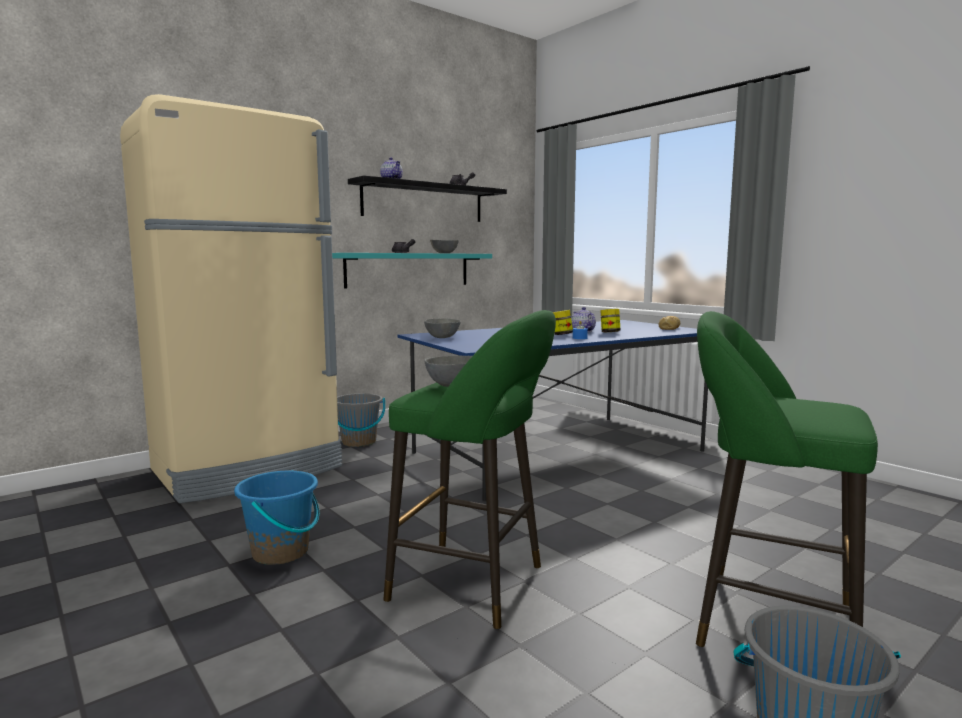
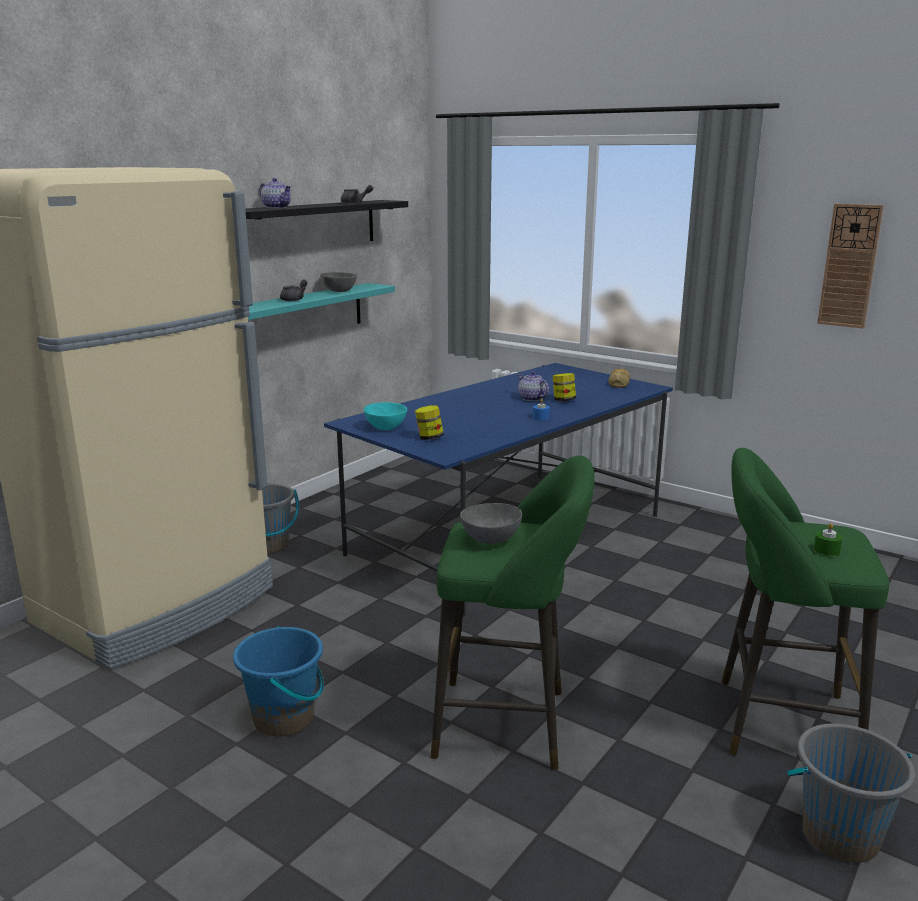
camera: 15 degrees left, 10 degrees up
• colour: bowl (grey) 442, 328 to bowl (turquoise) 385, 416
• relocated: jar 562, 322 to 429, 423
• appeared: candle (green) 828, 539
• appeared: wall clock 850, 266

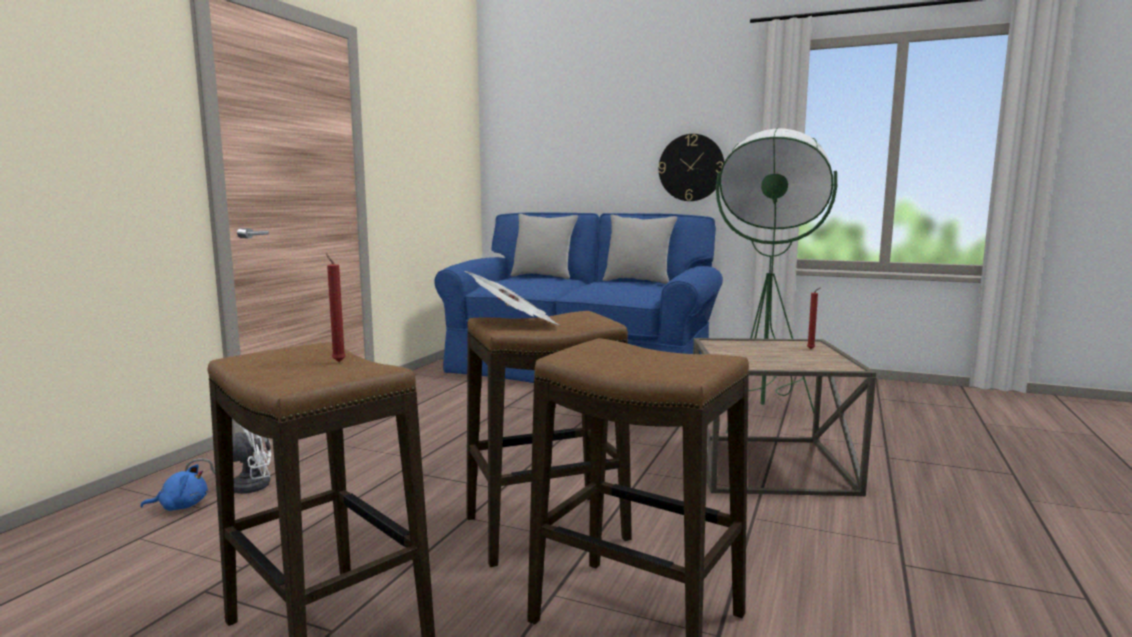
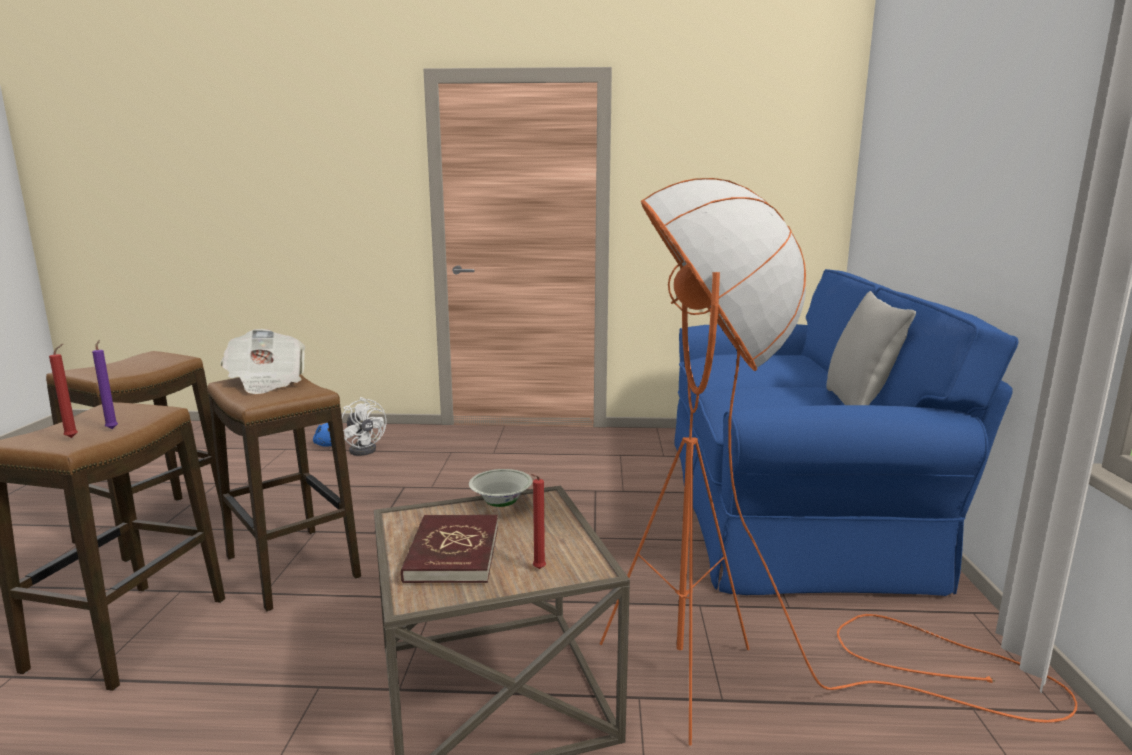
camera: 70 degrees right, 5 degrees up
• relocated: candle (red) 336, 307 to 63, 391
• missing: pillow (grey) 544, 246
• missing: wall clock 691, 167
• colour: floor lamp (green) 777, 280 to floor lamp (orange) 838, 462
• appeared: candle (purple) 105, 384
• appeared: book (red) 449, 549
• appeared: bowl (white) 500, 488

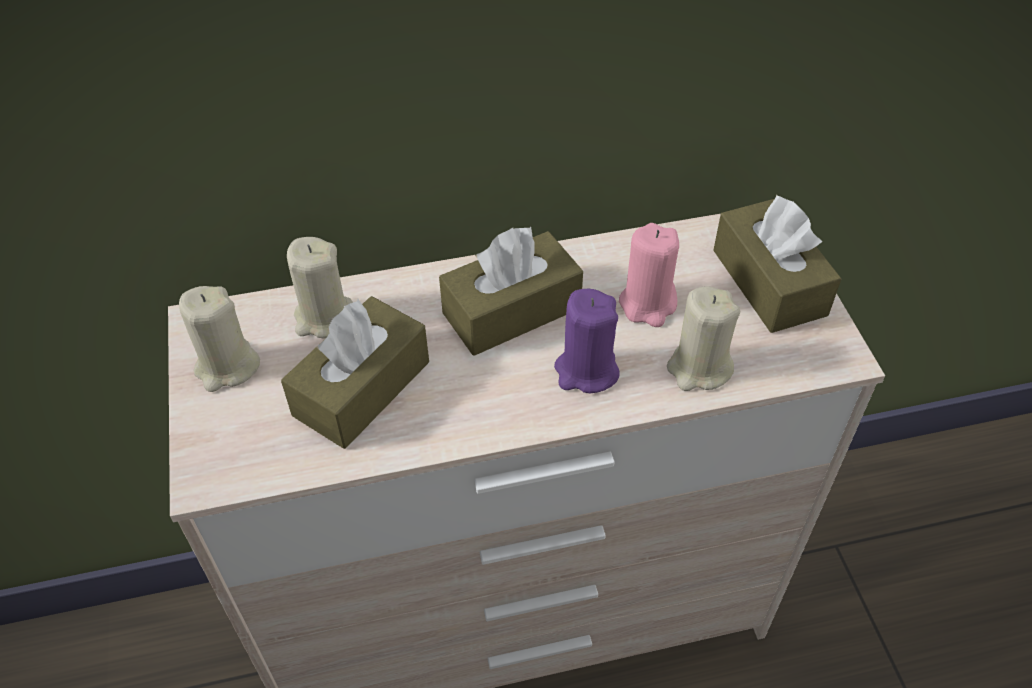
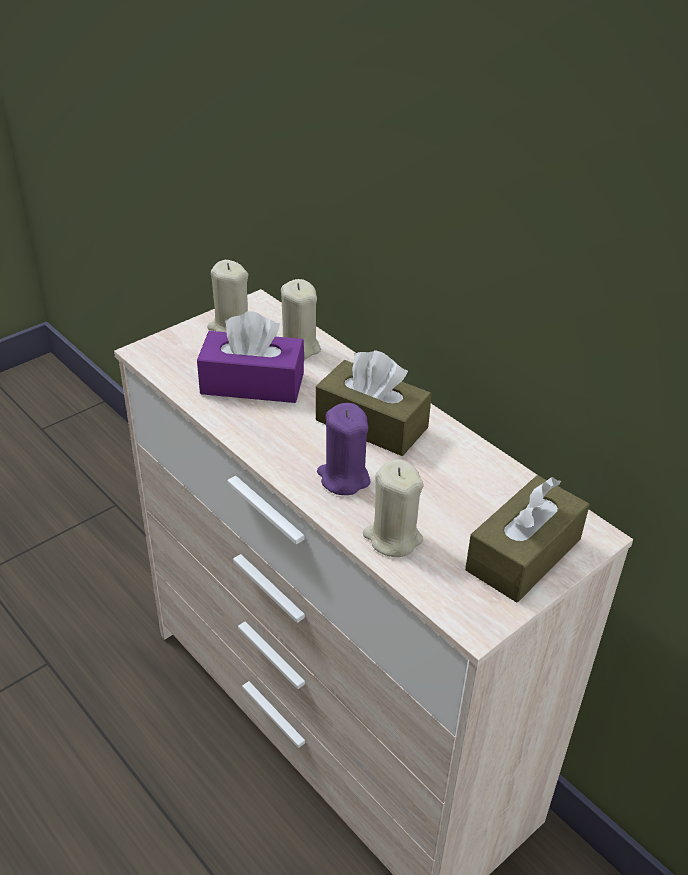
camera: 60 degrees right, 10 degrees down
• colour: tissue box (brown) 355, 372 to tissue box (purple) 250, 357
• missing: candle (pink) 649, 275

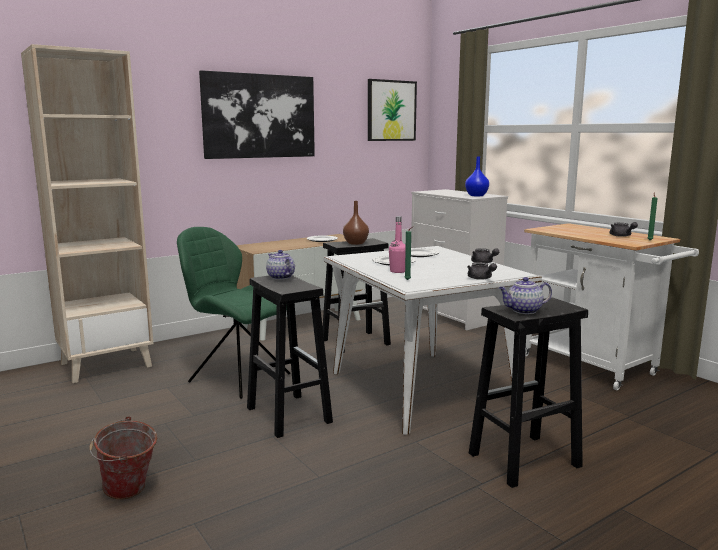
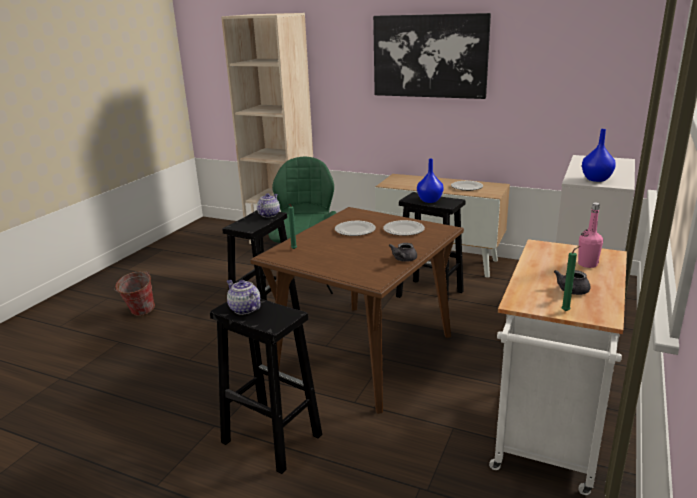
camera: 60 degrees right, 10 degrees up
• colour: dining table (white) 433, 340 to dining table (brown) 357, 310
• colour: vase (brown) 356, 223 to vase (blue) 430, 181
• missing: picture 392, 110
• relocated: bottle (pink) 397, 244 to 590, 235
• missing: teapot (grey) 482, 271

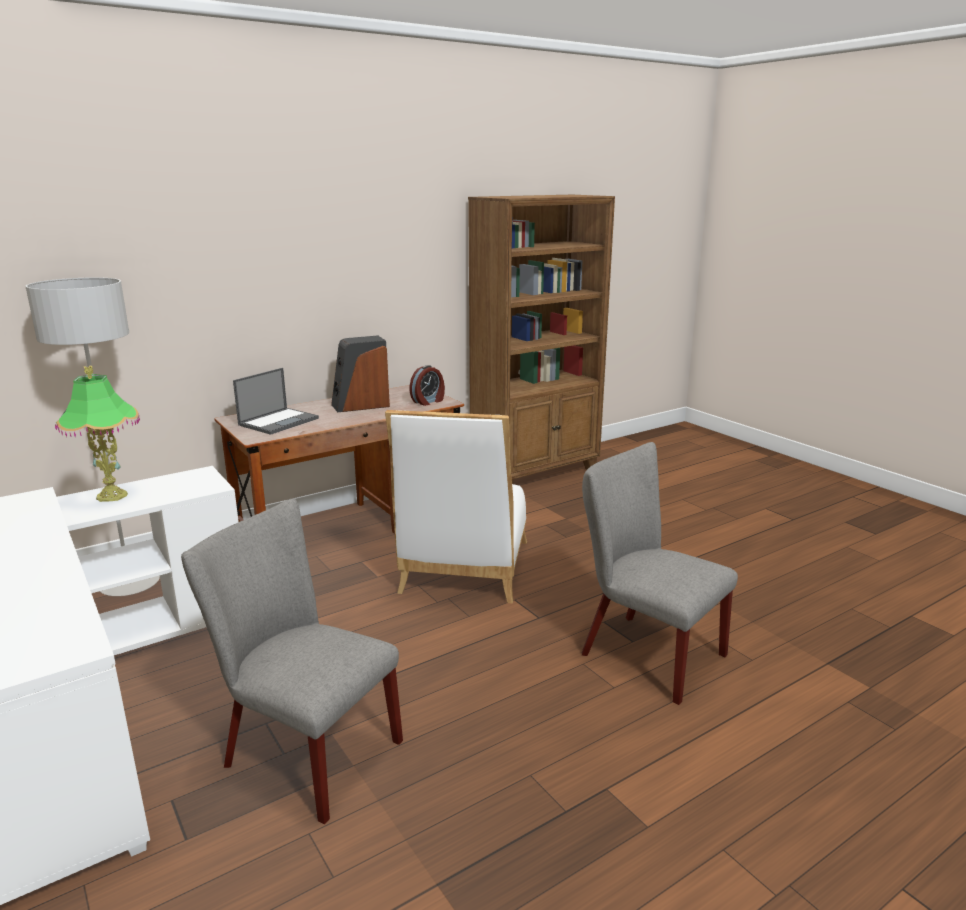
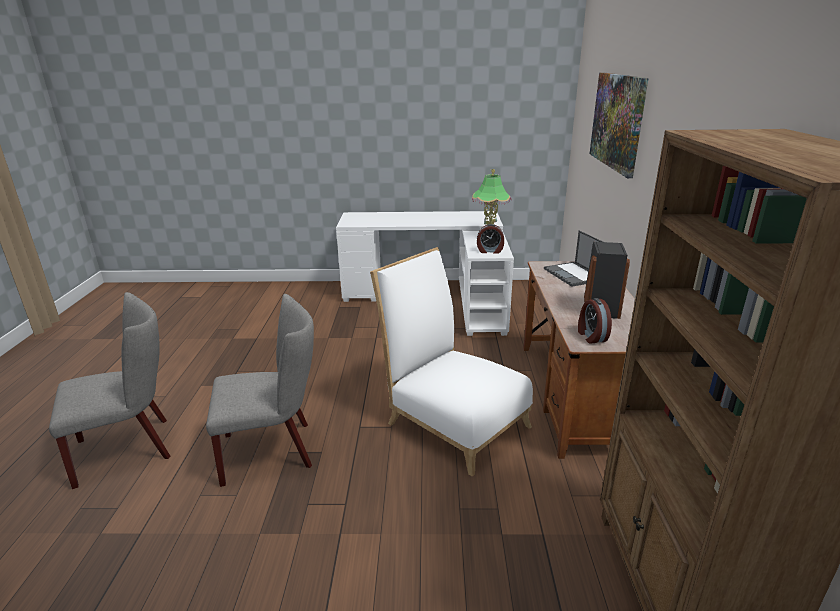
camera: 125 degrees right, 5 degrees up
• missing: floor lamp (grey) 92, 436
• relocated: chair (grey) 292, 661 to 110, 390
• appeared: alarm clock 490, 239
• appeared: picture 619, 125

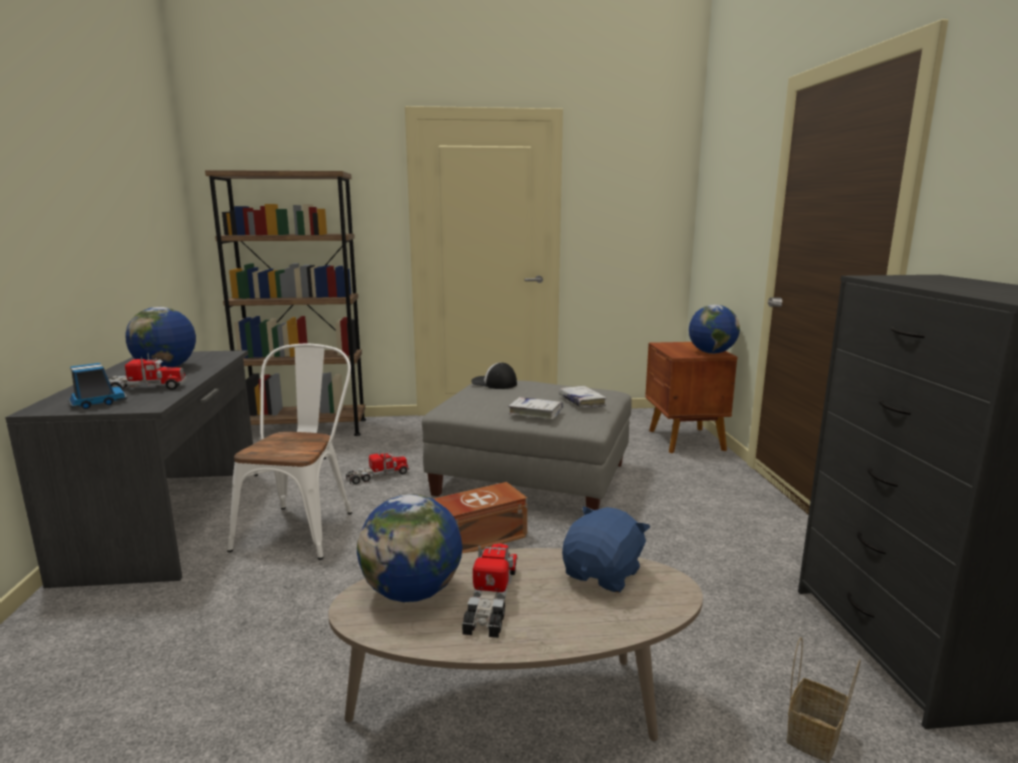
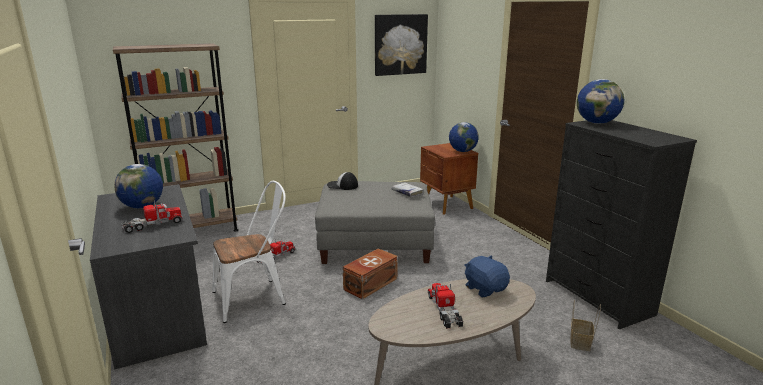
camera: 20 degrees left, 5 degrees up
• missing: toy truck 97, 386
• spun: chair (white) 289, 451 = 249, 252 75 degrees clockwise
• relocated: globe 409, 548 to 600, 101
• missing: book (white) 535, 408
• spun: plush toy (blue) 606, 550 = 487, 276 45 degrees counterclockwise
• appeared: picture 401, 45

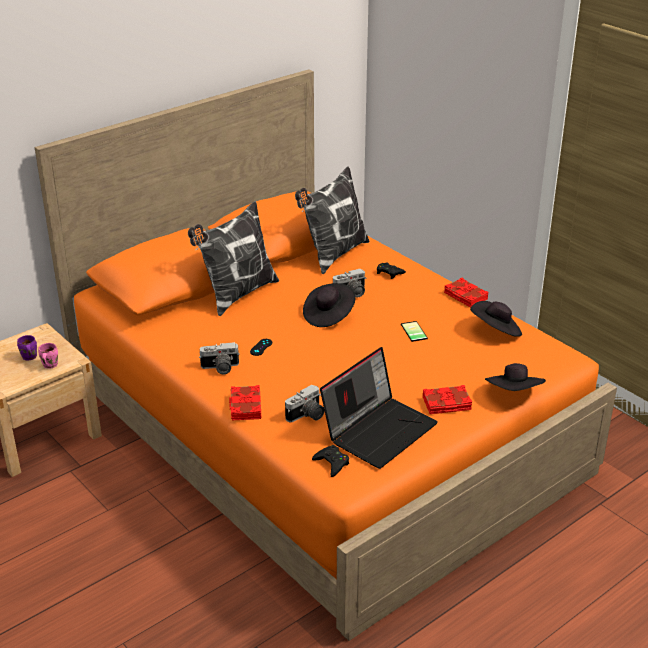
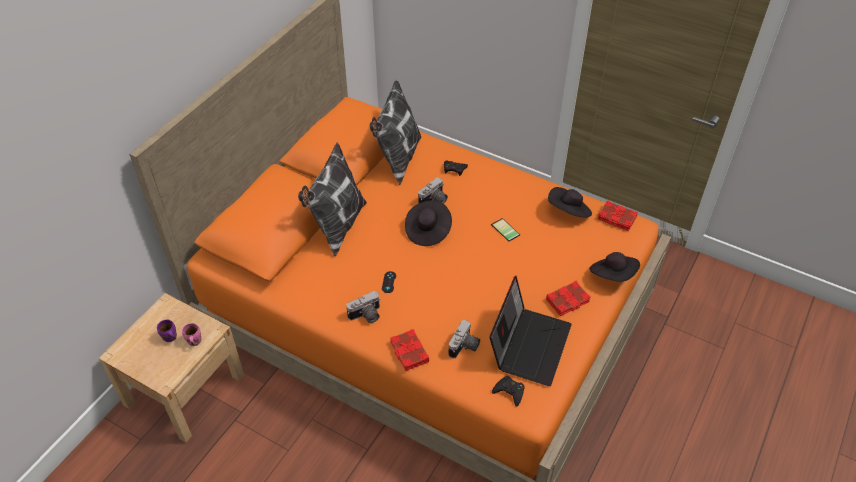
camera: 20 degrees left, 15 degrees up
• relocated: book (red) 466, 292 to 618, 215

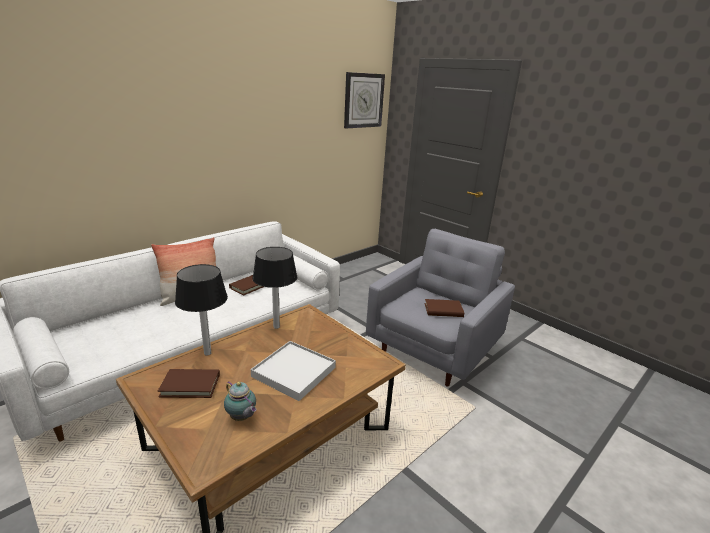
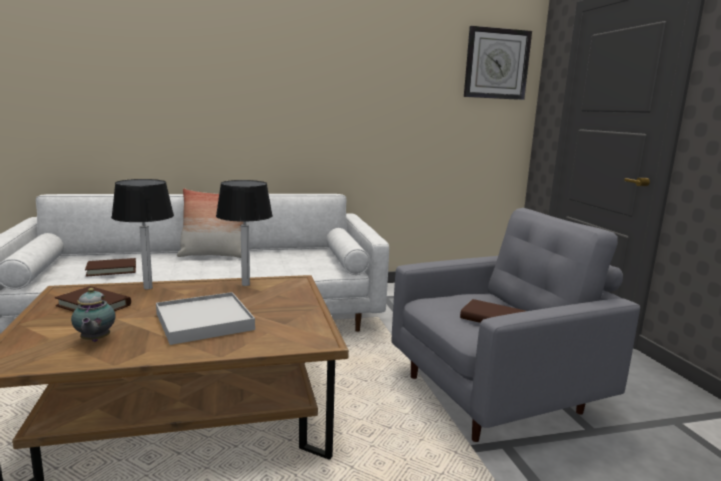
camera: 30 degrees right, 10 degrees down
• relocated: book (brown) 246, 285 to 110, 267

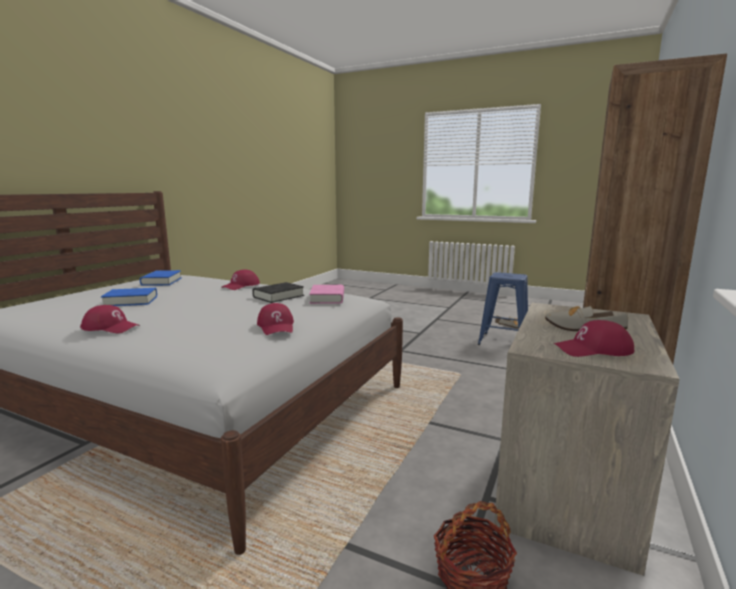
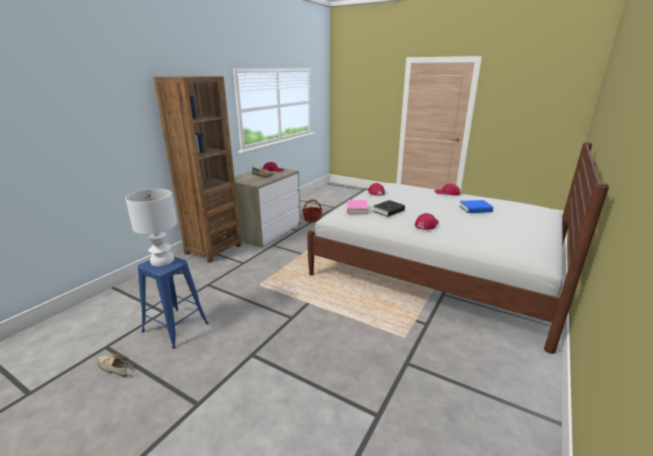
camera: 175 degrees left, 10 degrees up
• missing: book (blue) 161, 278
• appeared: table lamp (white) 151, 227

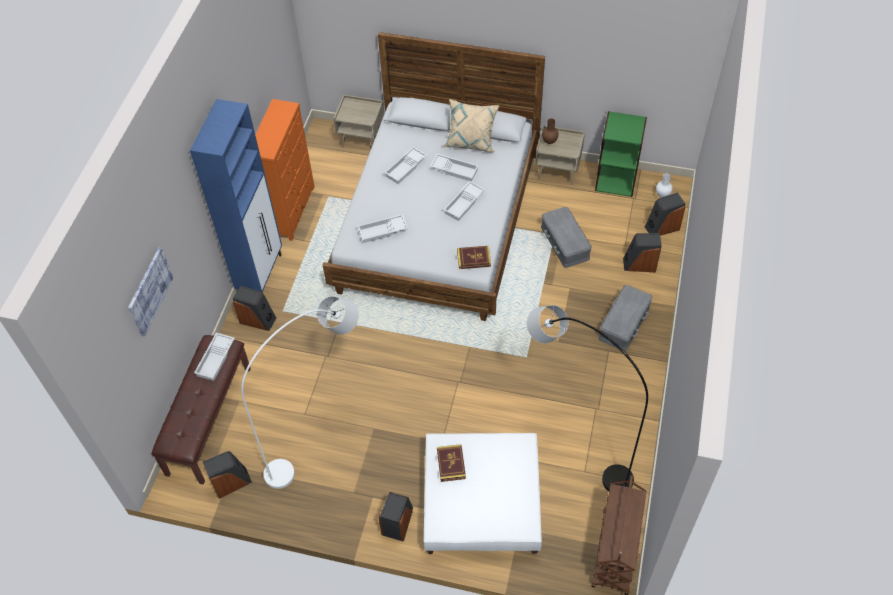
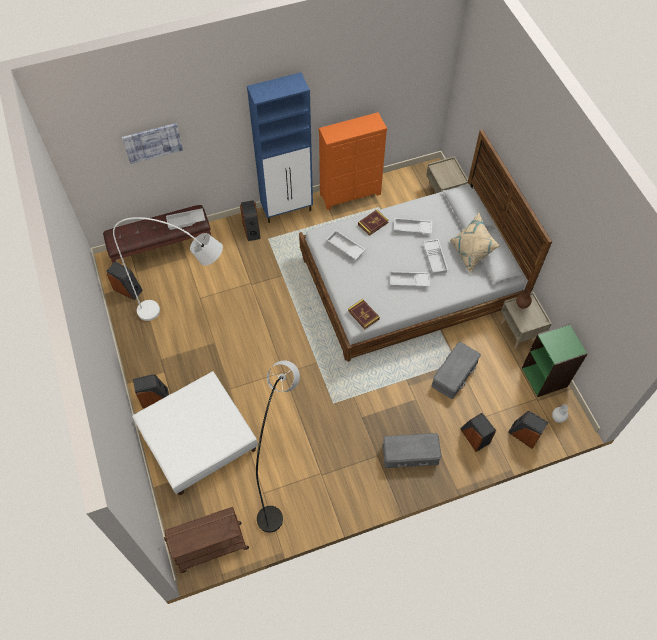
camera: 55 degrees right, 5 degrees up
• relocated: book 451, 463 to 373, 223

